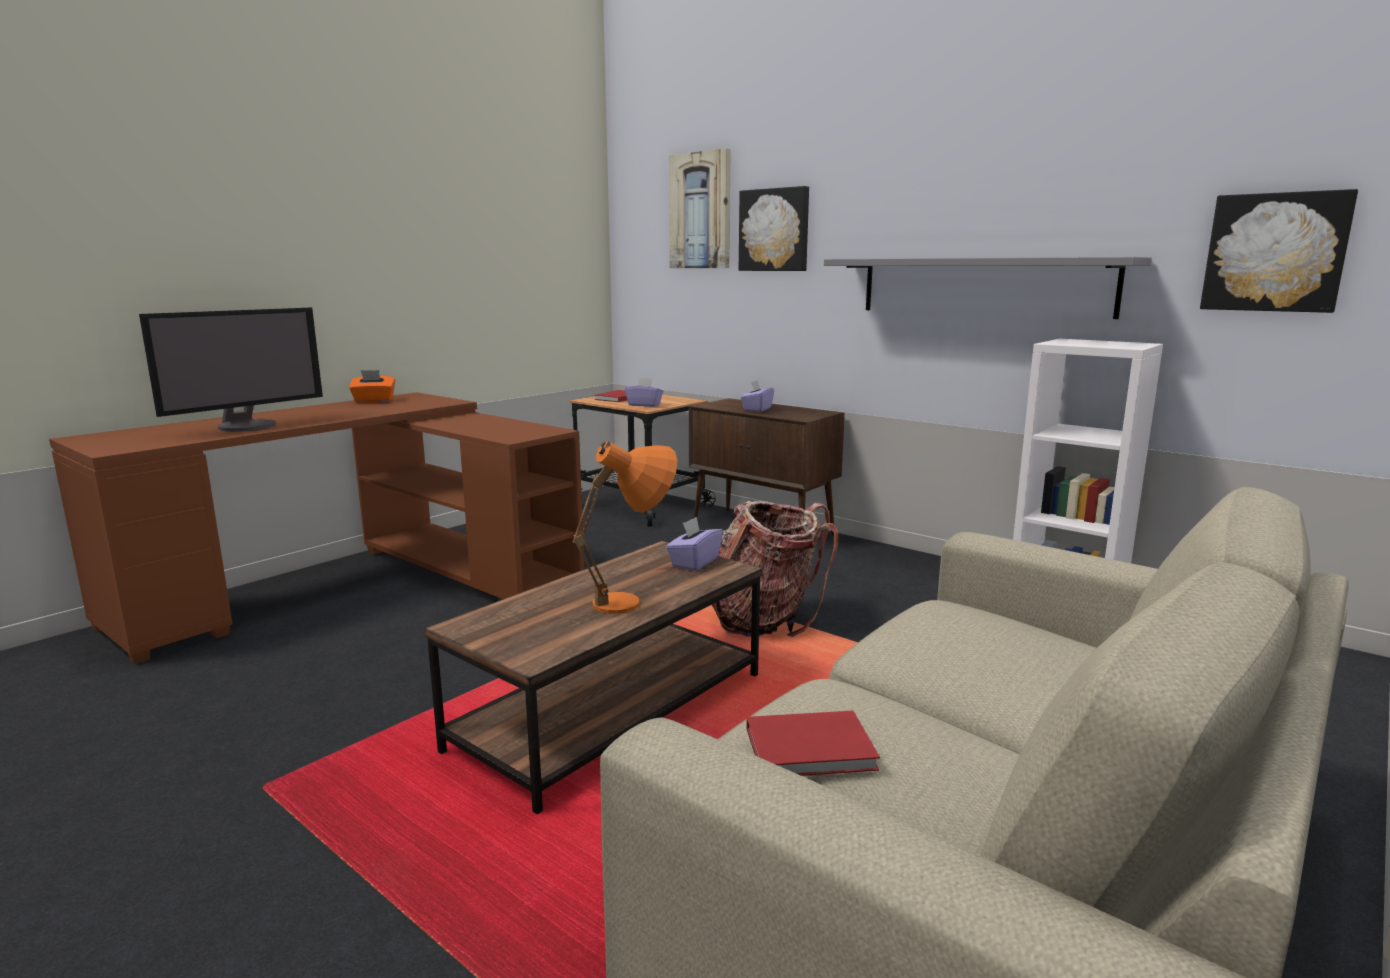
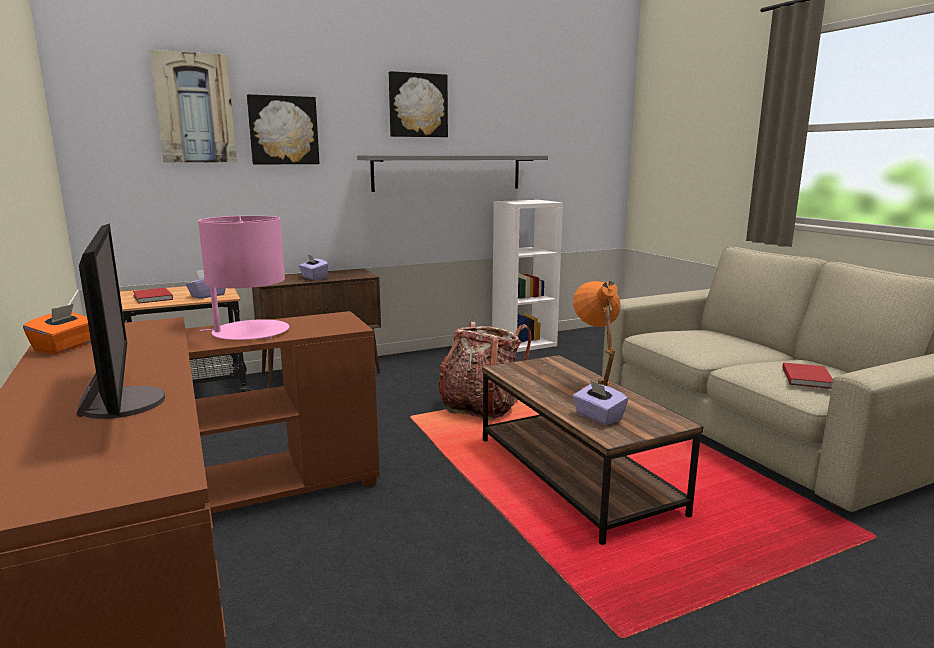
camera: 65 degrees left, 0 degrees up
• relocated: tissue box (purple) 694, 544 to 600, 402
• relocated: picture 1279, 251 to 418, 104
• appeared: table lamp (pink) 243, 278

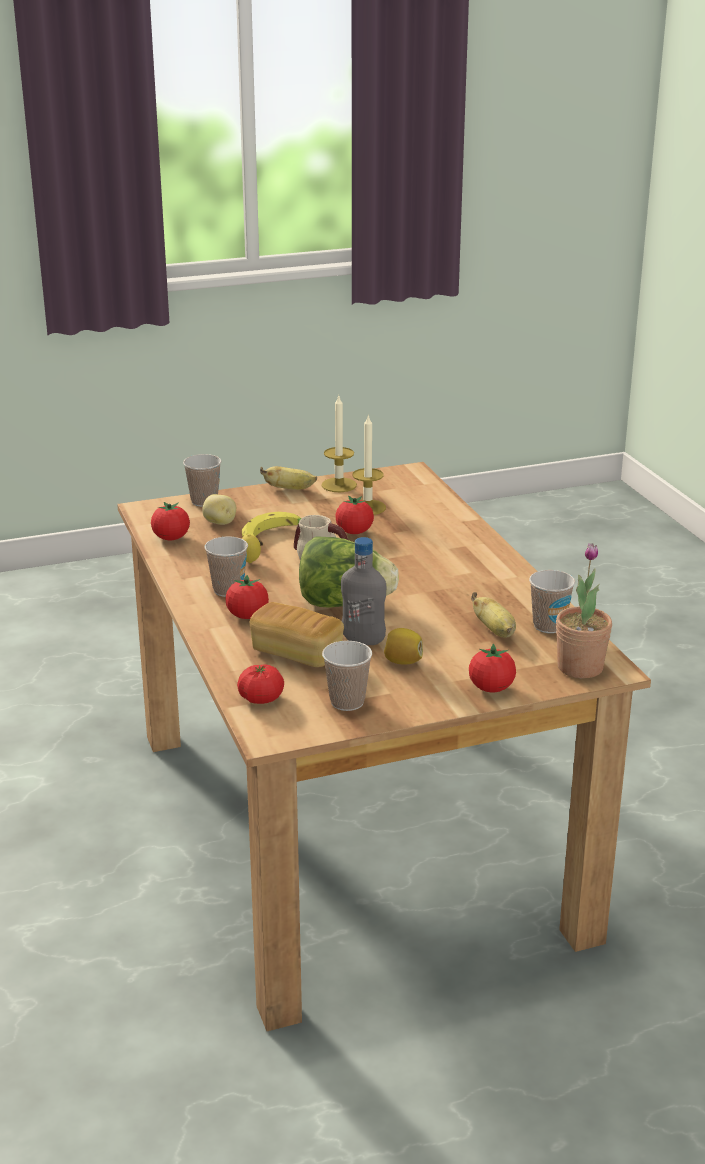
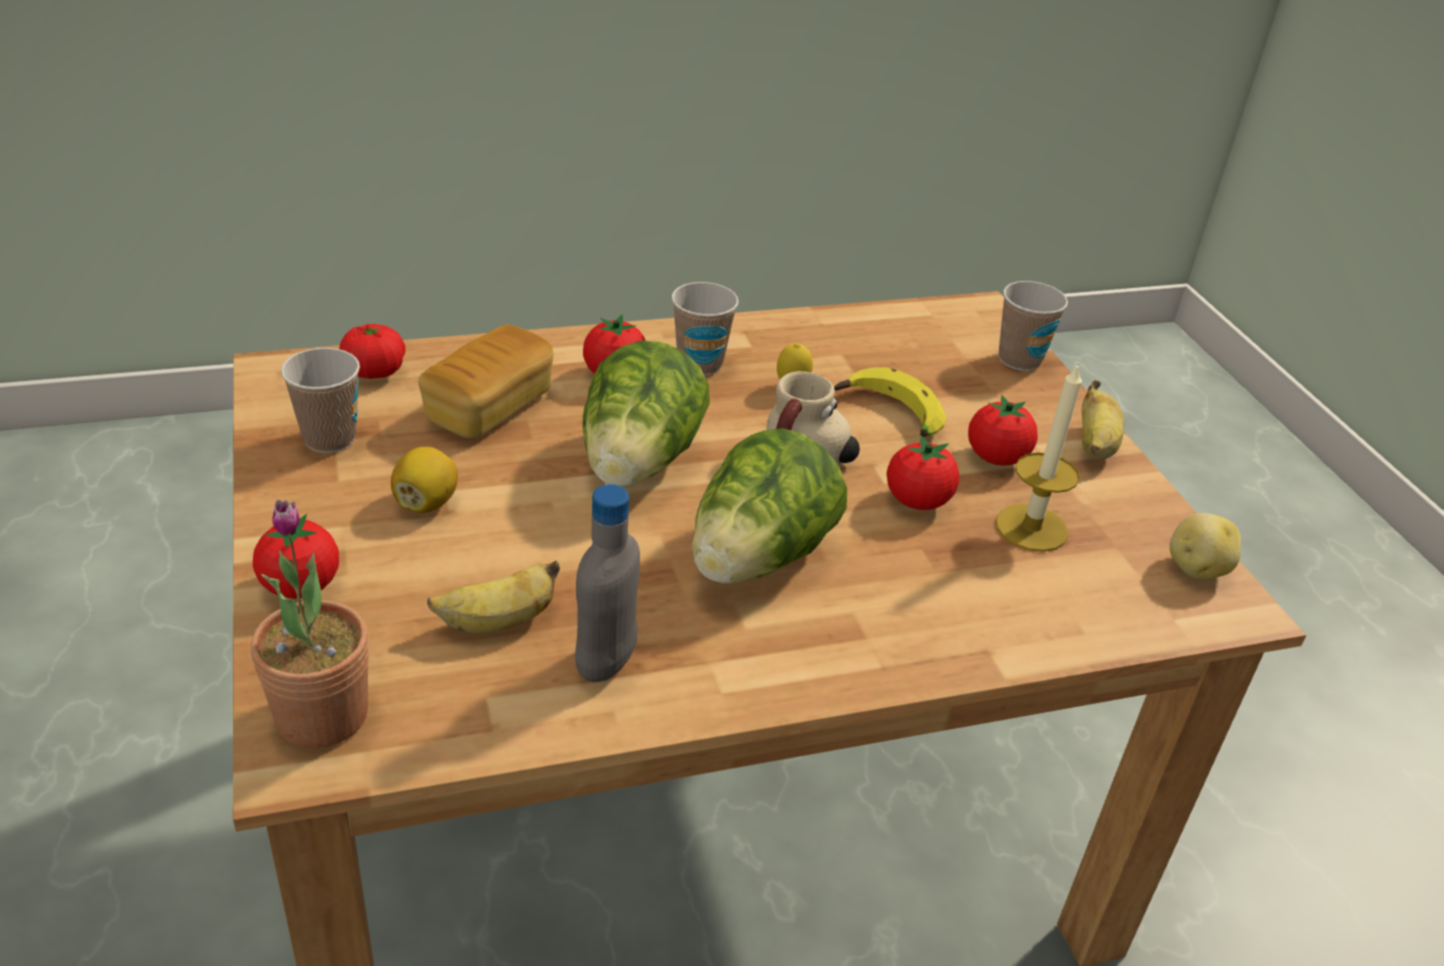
camera: 90 degrees right, 10 degrees up
• relocated: tomato 170, 521 to 1003, 430
• relocated: potato 219, 509 to 1205, 546
• missing: candle 339, 444
• relocated: bottle (grey) 363, 591 to 607, 583
• missing: cup 552, 601
• appeared: lettuce 769, 506

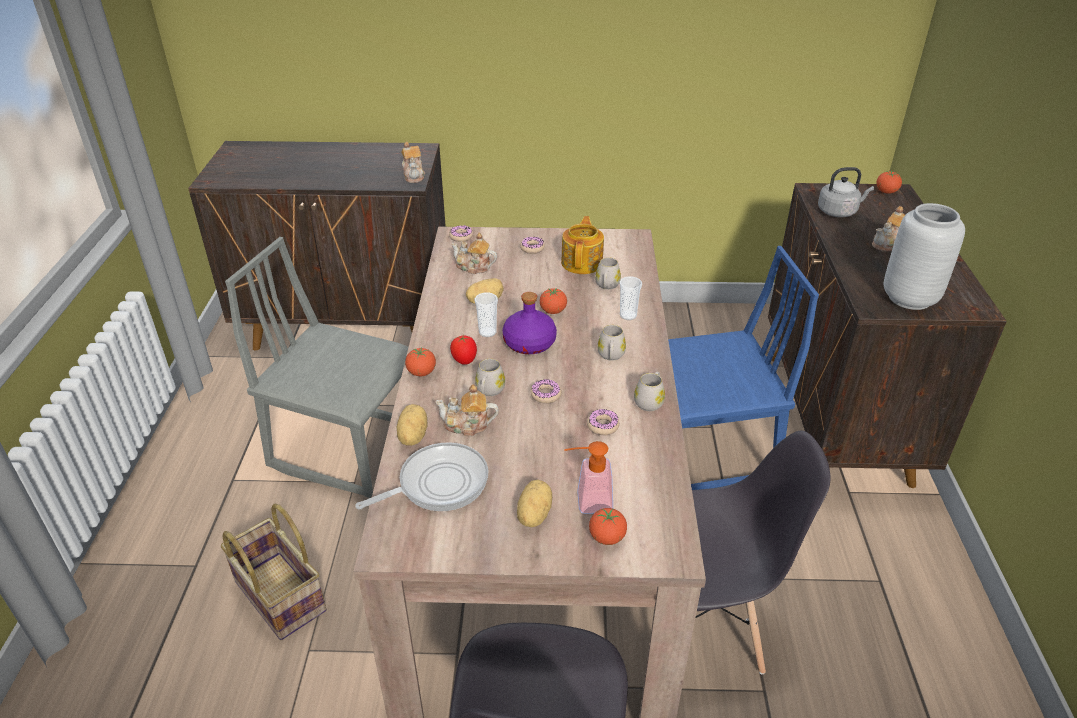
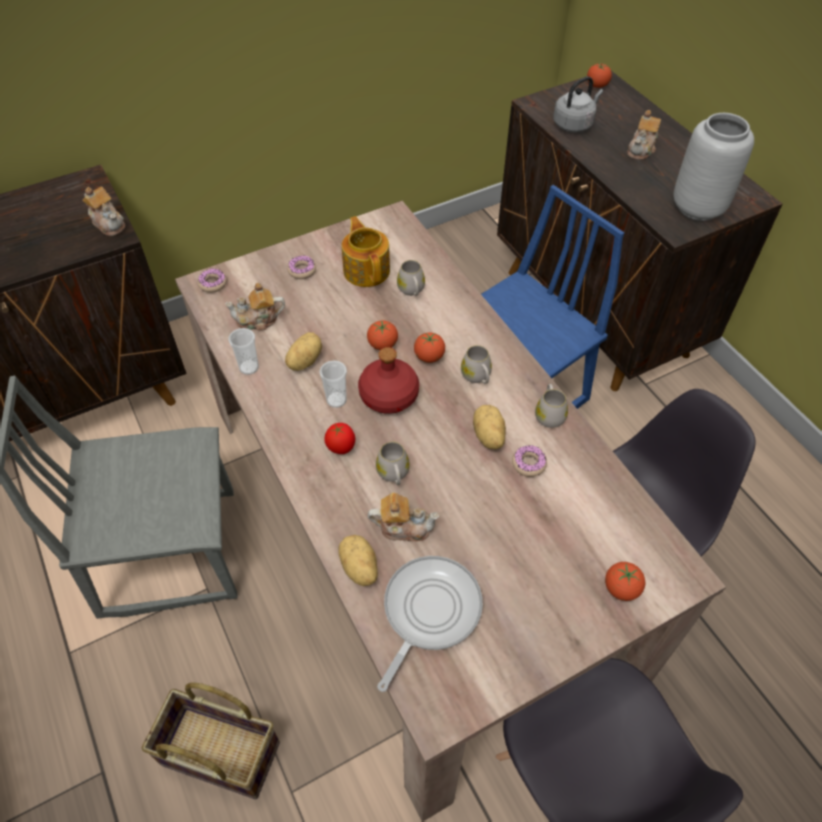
camera: 30 degrees left, 15 degrees up
• relocated: tomato 420, 361 to 429, 347
• spun: teapot 467, 410 = 403, 517 150 degrees counterclockwise
• colour: bottle (purple) 529, 323 to bottle (red) 388, 380
• relocated: potato 534, 503 to 489, 427
• missing: donut 546, 391
• missing: soap dispenser 588, 477
• relocated: cup 631, 298 to 243, 351

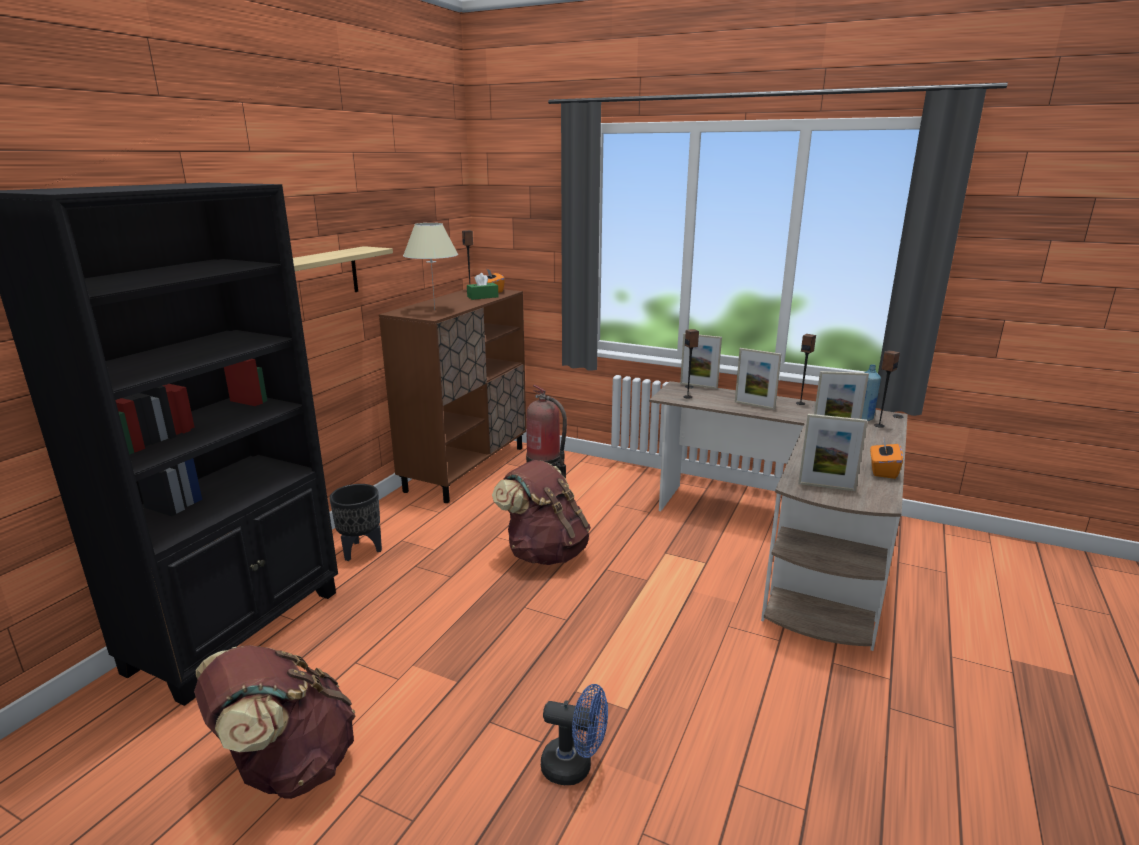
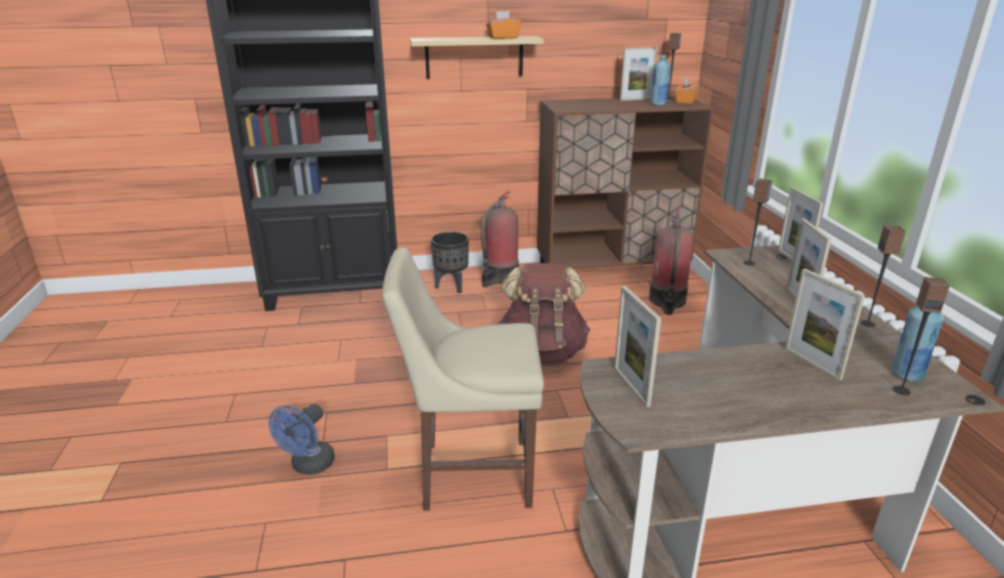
camera: 55 degrees right, 5 degrees up
• missing: backpack (brown) 275, 722
• missing: table lamp (beige) 430, 266
• exchanged: tissue box (green) 483, 286 to bottle (blue) 661, 80
• spun: fan (blue) 574, 734 = 301, 439 45 degrees clockwise
• relocated: tissue box (orange) 886, 459 to 503, 25
• appeared: chair (beige) 463, 379
• appeared: fire extinguisher 500, 239
• appeared: picture frame 638, 74

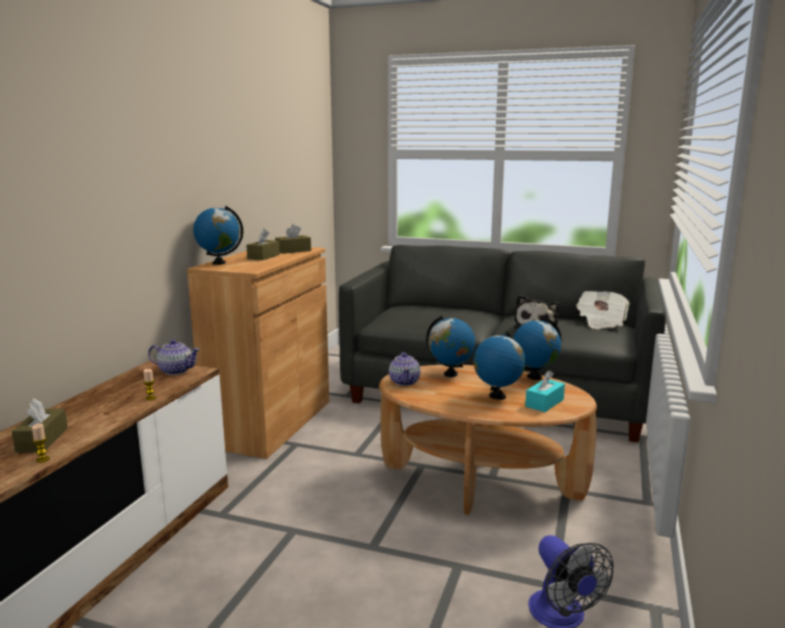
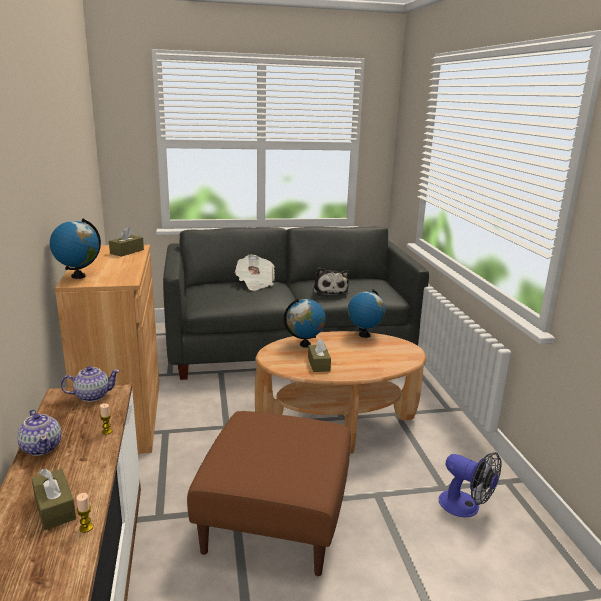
camera: 30 degrees left, 5 degrees up
• relocated: tissue box (brown) 263, 244 to 319, 355
• relocated: teapot 404, 369 to 39, 432
• missing: globe 499, 366
• missing: tissue box (turquoise) 545, 391
• relocated: newspaper 603, 310 to 255, 273
• appeared: ottoman (brown) 269, 493

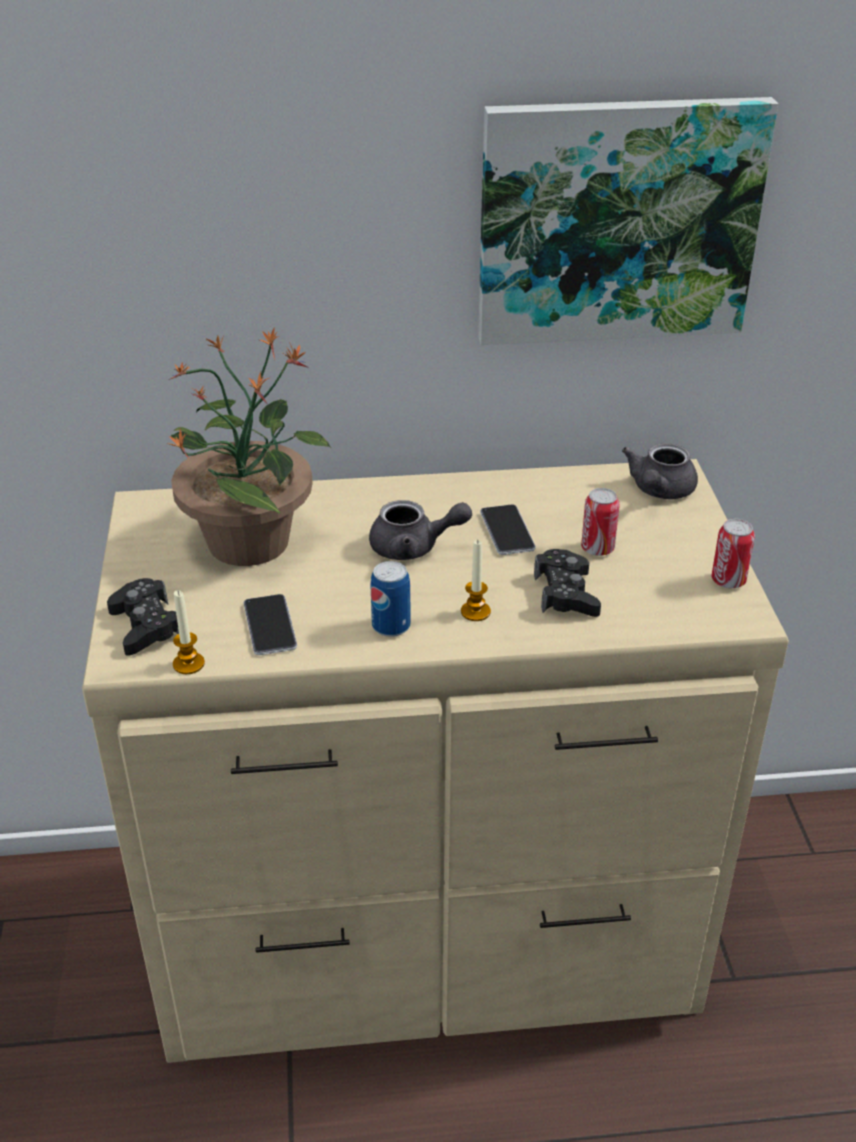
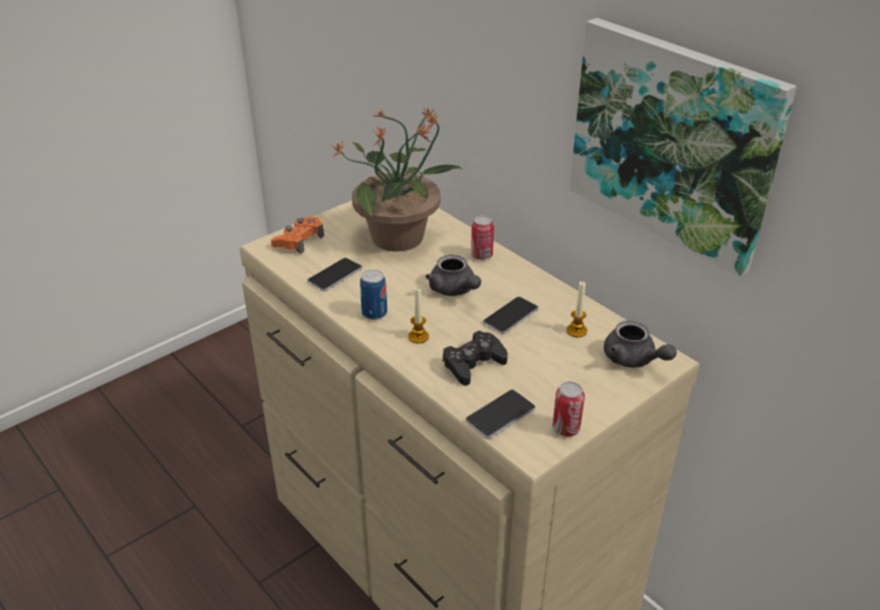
camera: 55 degrees right, 0 degrees up
• colour: game controller (black) 143, 617 to game controller (orange) 297, 235
• relocated: candle 189, 632 to 577, 309
• relocated: can 600, 522 to 482, 237
• spun: teapot (grey) 660, 471 = 640, 344 120 degrees counterclockwise
• appeared: phone 501, 414

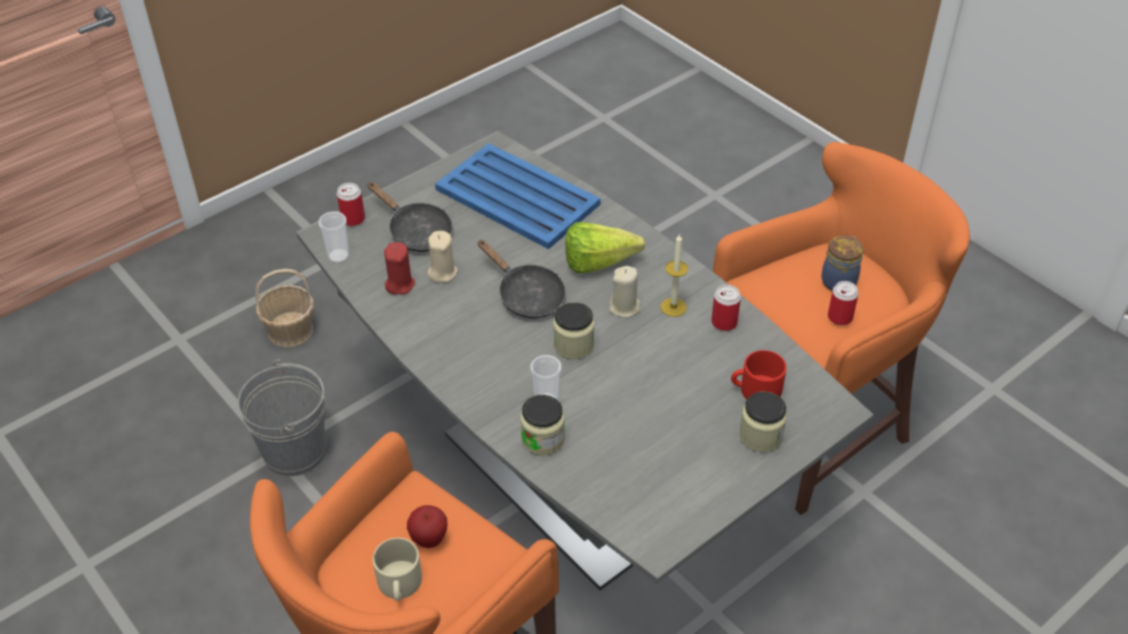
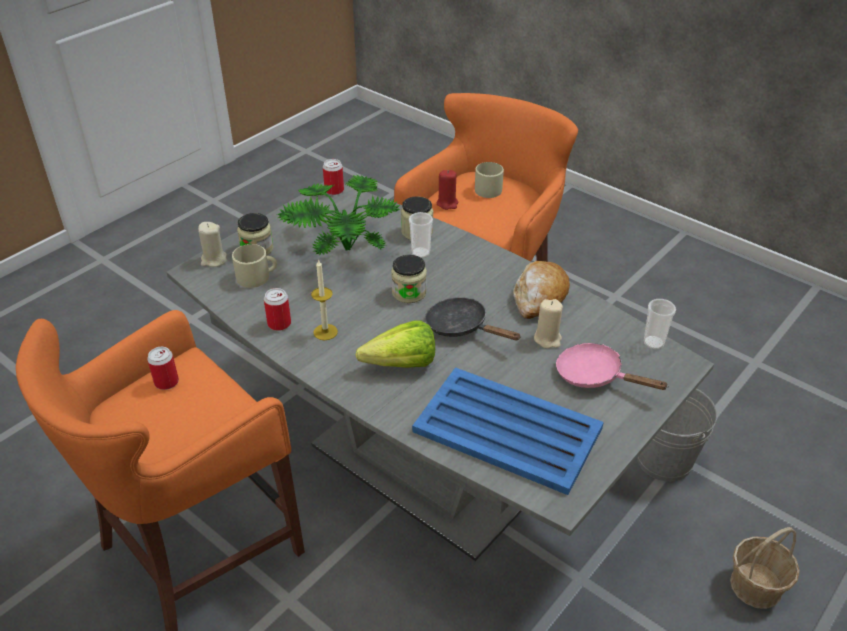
camera: 170 degrees right, 5 degrees down
• relocated: can 351, 204 to 333, 177
• colour: frying pan (black) 410, 217 to frying pan (pink) 612, 366
• relocated: candle (red) 399, 268 to 447, 190
• missing: apple 427, 526
• relocated: candle (beige) 624, 292 to 212, 244
• colour: mug (red) 759, 374 to mug (beige) 254, 266
• missing: jar 842, 263
• appeared: potted plant 338, 214
• appeared: bread 541, 290

